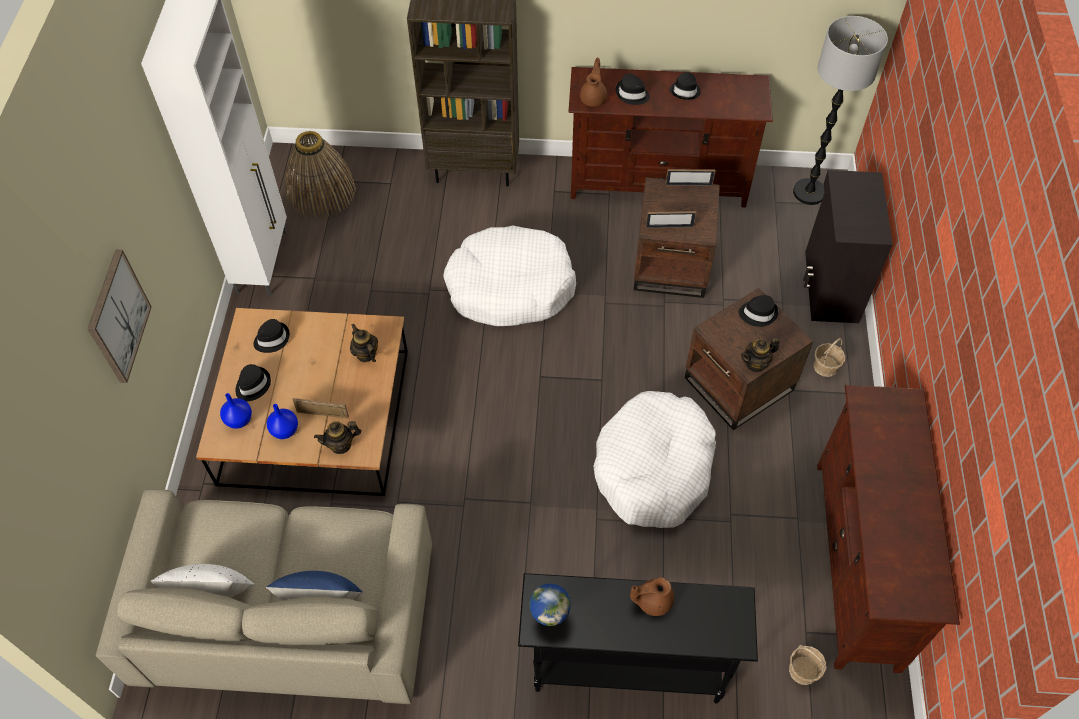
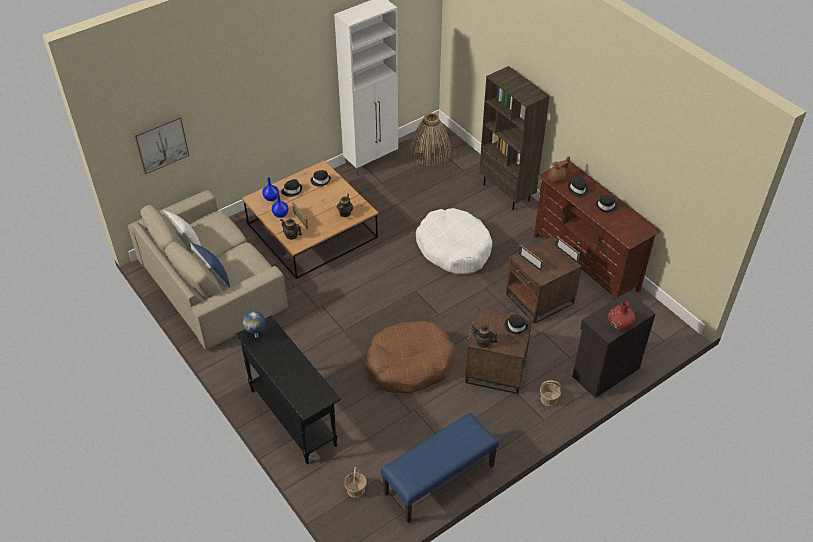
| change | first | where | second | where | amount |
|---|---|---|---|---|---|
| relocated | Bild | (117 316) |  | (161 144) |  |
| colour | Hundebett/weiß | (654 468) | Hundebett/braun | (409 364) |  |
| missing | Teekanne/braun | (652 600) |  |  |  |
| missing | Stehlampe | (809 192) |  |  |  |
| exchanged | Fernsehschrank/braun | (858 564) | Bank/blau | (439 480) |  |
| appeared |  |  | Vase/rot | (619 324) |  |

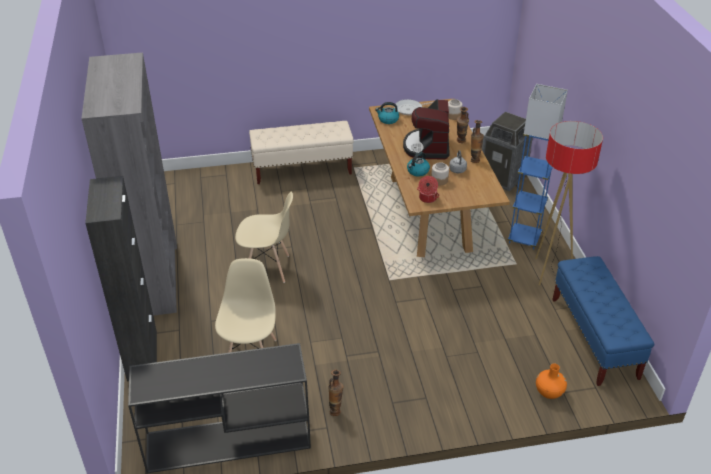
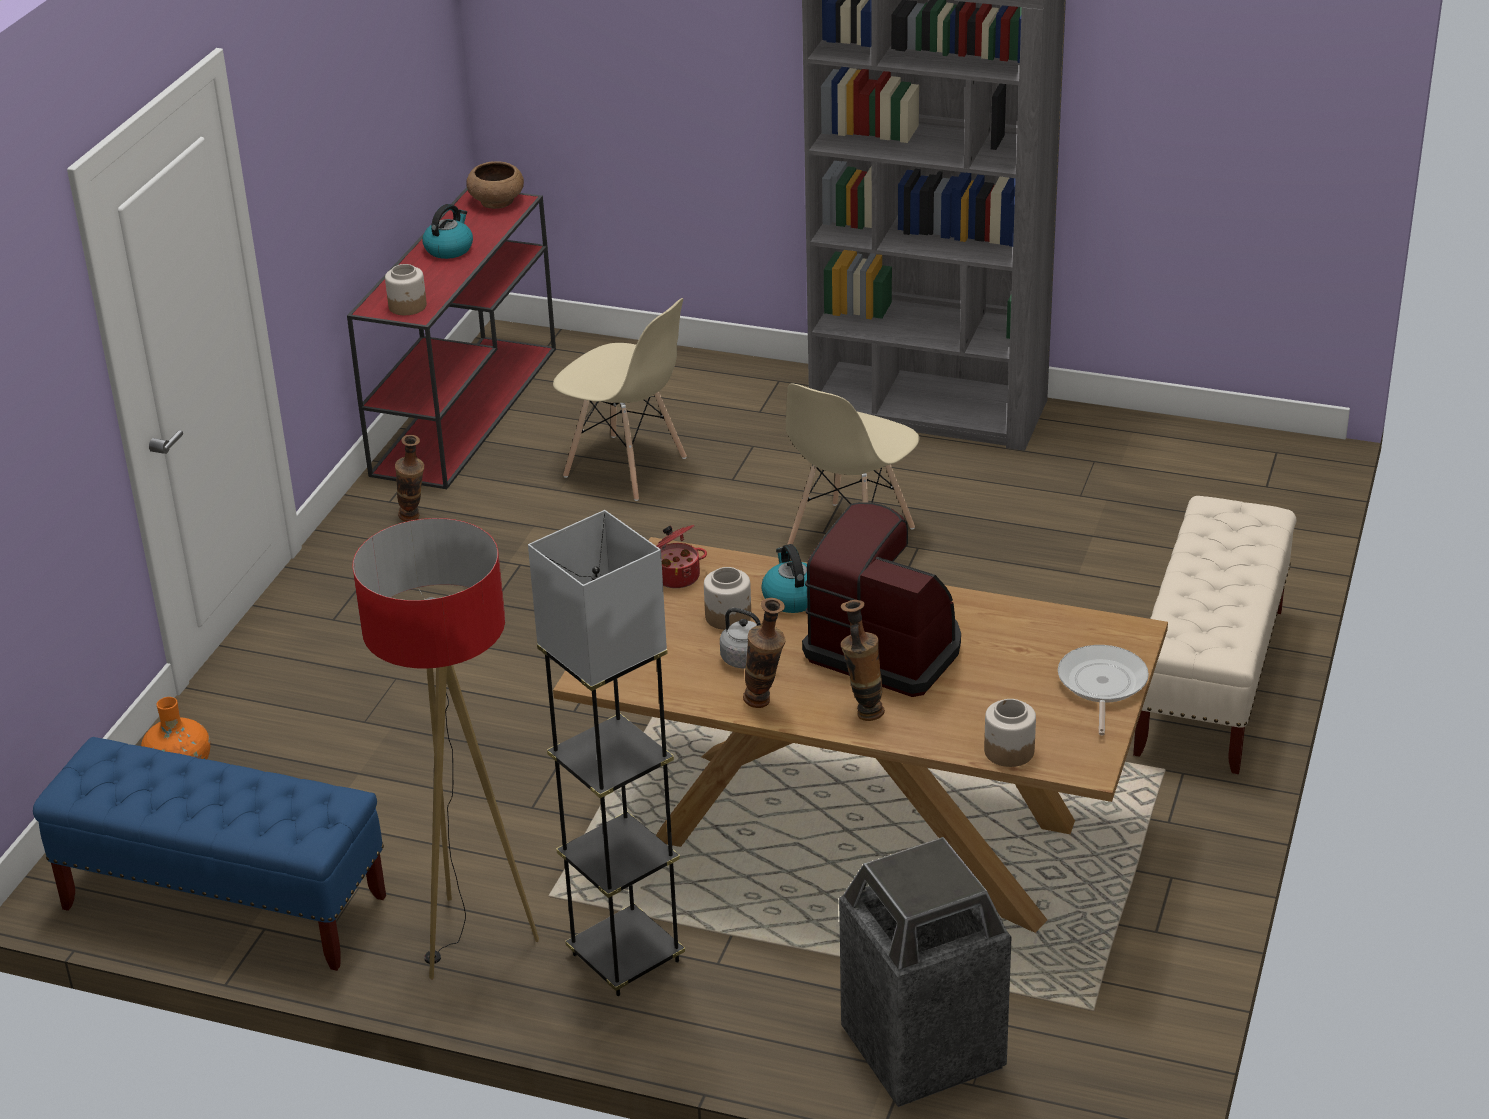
| change | first | where | second | where | amount |
|---|---|---|---|---|---|
| missing | Schrank/schwarz | (142 355) |  |  |  |
| colour | Konsolentisch/schwarz | (226 441) | Konsolentisch/rot | (466 409) |  |
| relocated | Wasserkessel | (388 120) |  | (449 249) |  |
| colour | Stehlampe/blau | (524 238) | Stehlampe/grau | (625 958) |  |
| appeared |  |  | Vorratsglas | (408 306) |  |
| appeared |  |  | Schüssel/braun | (497 201) |  |

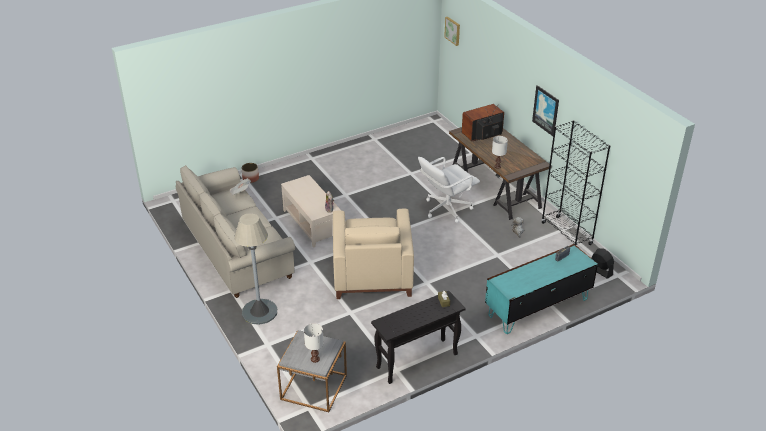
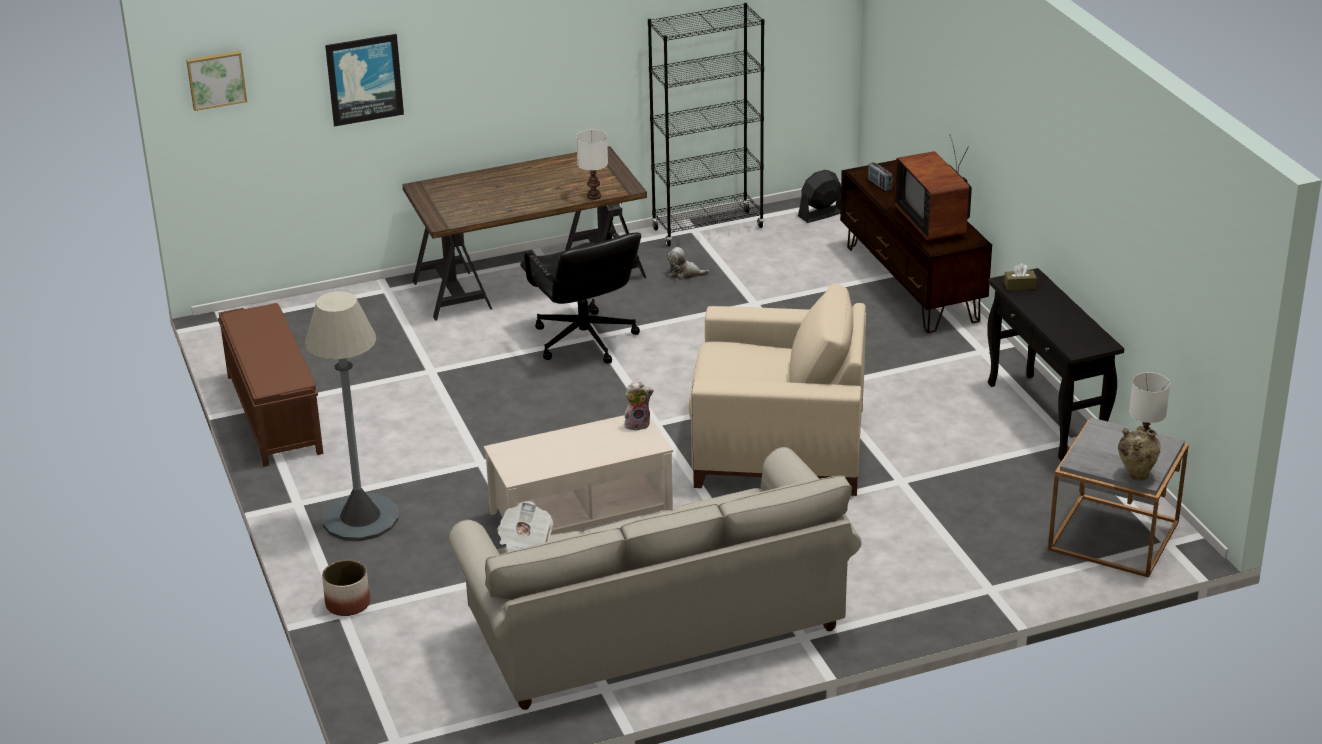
| change | first | where | second | where | amount |
|---|---|---|---|---|---|
| relocated | Stehlampe/grau | (259 312) |  | (360 518) |  |
| colour | Bürostuhl/weiß | (446 209) | Bürostuhl/schwarz | (584 341) |  |
| relocated | Fernseher | (483 136) |  | (935 222) |  |
| colour | Fernsehschrank/türkis | (537 307) | Fernsehschrank/braun | (910 284) |  |
| relocated | Bild | (546 110) |  | (364 79) |  |
| appeared |  |  | Bank/braun | (274 414) |  |
| appeared |  |  | Vase/beige | (1136 475) |  |

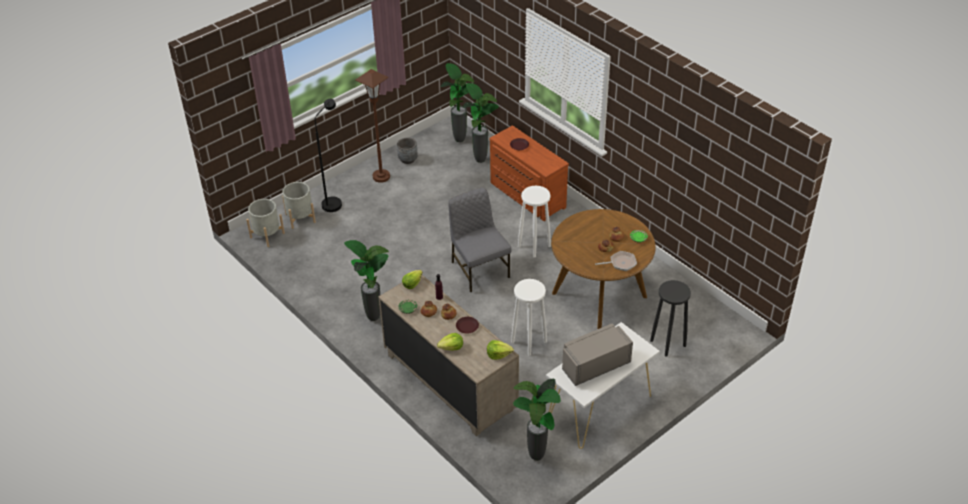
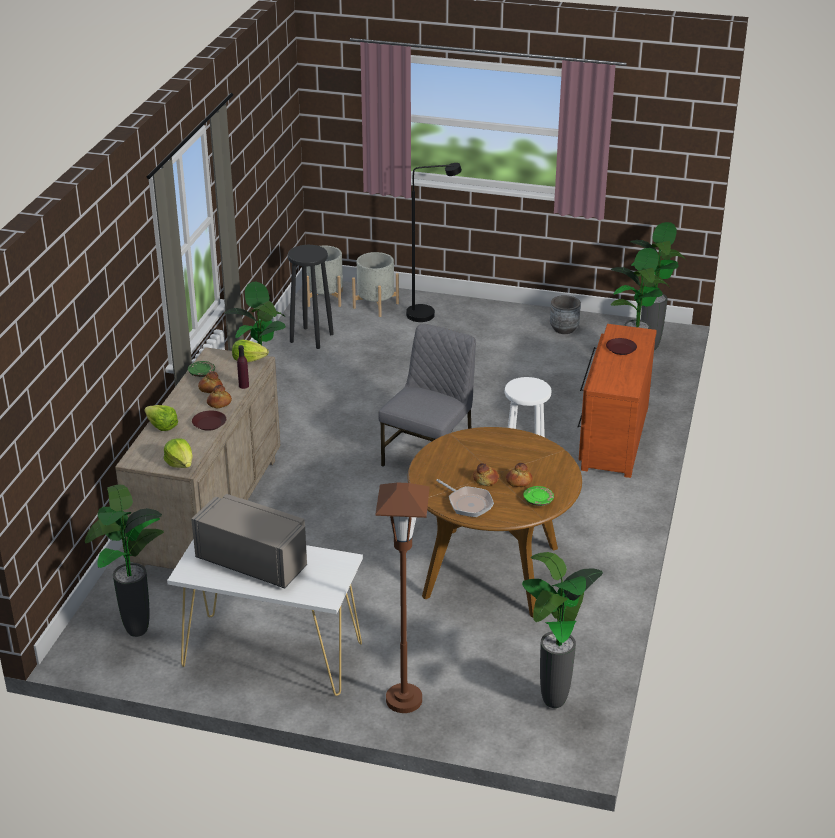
| change | first | where | second | where | amount |
|---|---|---|---|---|---|
| relocated | Stehlampe/braun | (381 176) |  | (404 700) |  |
| missing | Hocker/weiß | (528 341) |  |  |  |
| relocated | Hocker/schwarz | (667 343) |  | (311 338) |  |
| appeared |  |  | Topfpflanze | (553 705) |  |

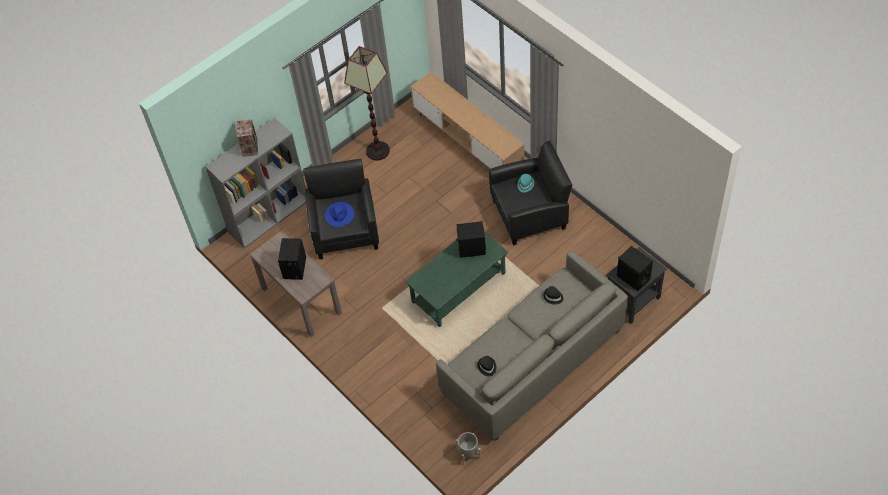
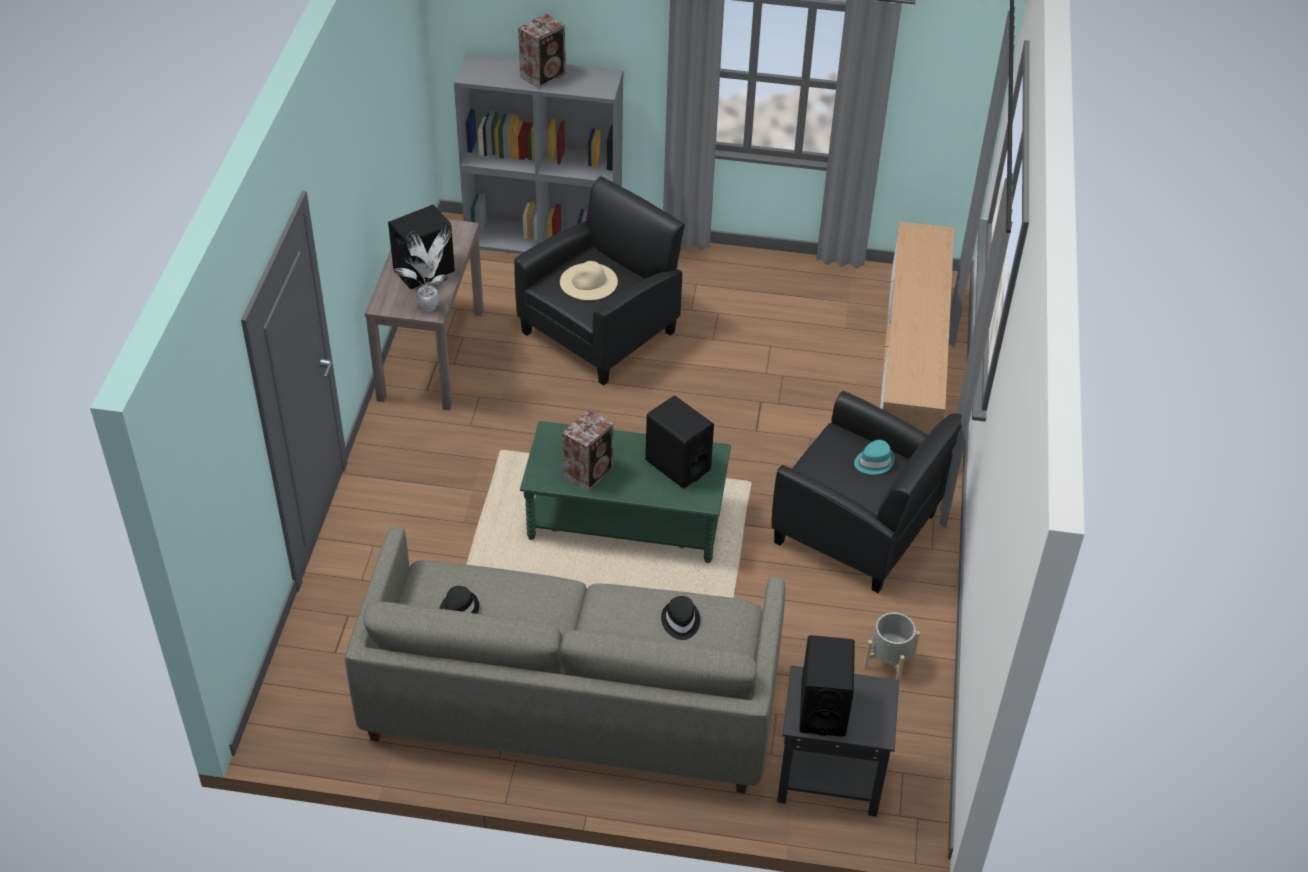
| change | first | where | second | where | amount |
|---|---|---|---|---|---|
| colour | Hut/blau | (339 214) | Hut/beige | (588 281) |  |
| missing | Stehlampe | (378 151) |  |  |  |
| relocated | Pflanzkübel/grau | (469 453) |  | (889 663) |  |
| appeared |  |  | Topfpflanze | (430 306) |  |
| appeared |  |  | Lautsprecher | (589 472) |  |

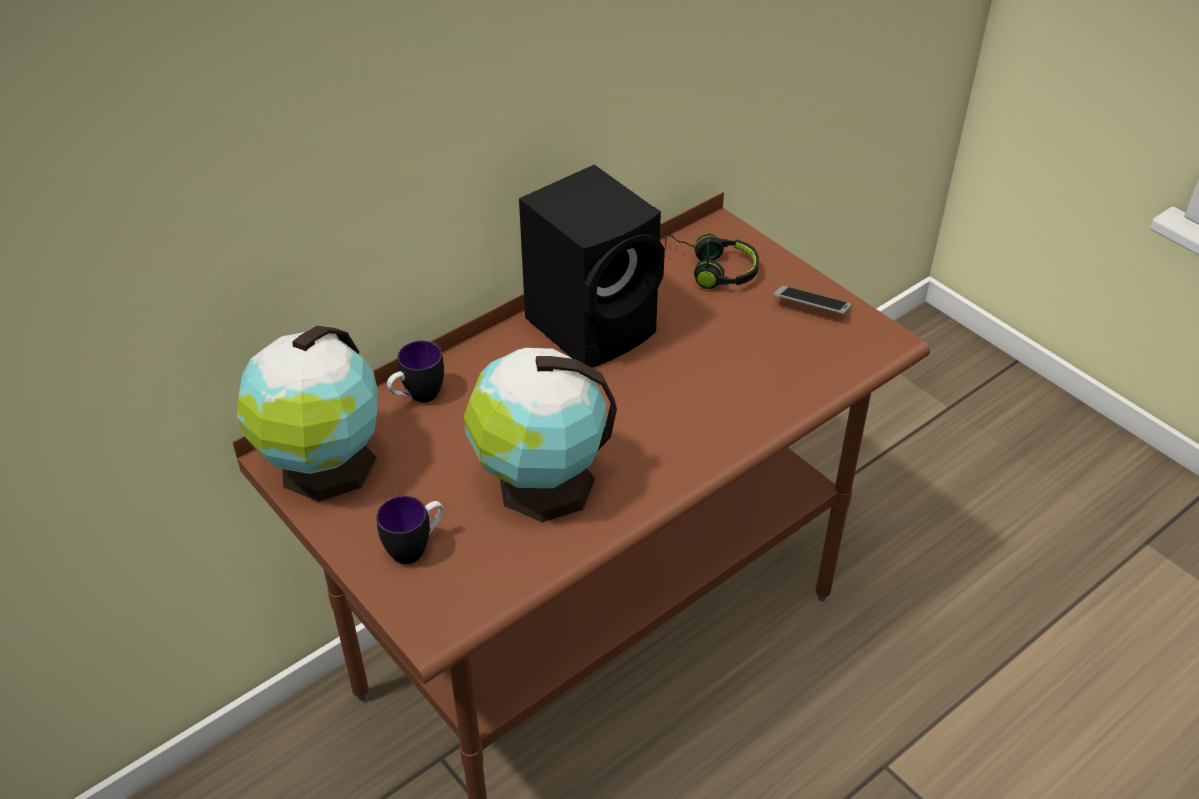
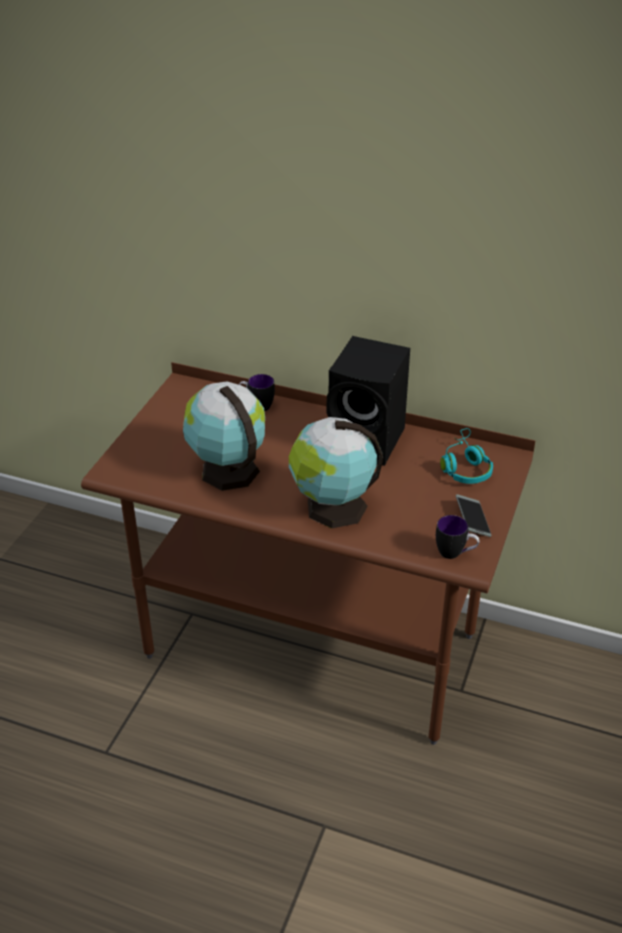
| change | first | where | second | where | amount |
|---|---|---|---|---|---|
| relocated | Globus | (324 469) |  | (332 508) |  |
| relocated | Henkelbecher | (416 547) |  | (455 554) |  |
| colour | Kopfhörer/schwarz | (710 269) | Kopfhörer/türkis | (464 467) |  |

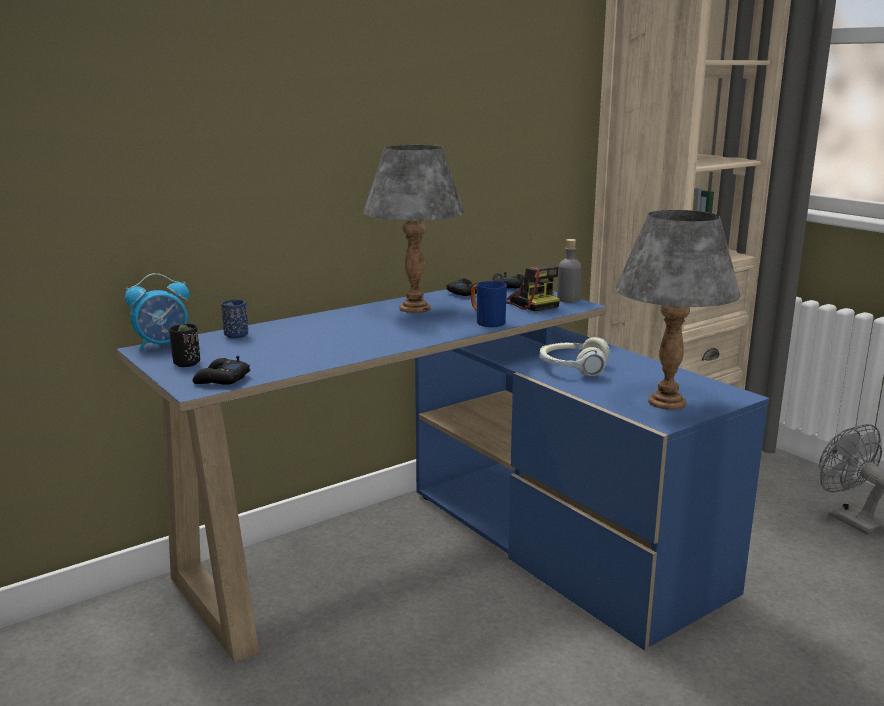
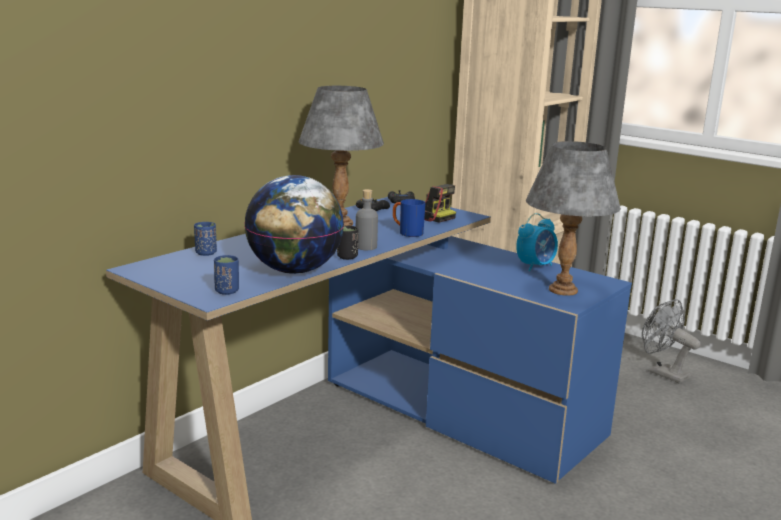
| change | first | where | second | where | amount |
|---|---|---|---|---|---|
| relocated | Wecker | (163 346) |  | (535 266) |  |
| relocated | Tasse/schwarz | (186 364) |  | (347 257) |  |
| exchanged | Gamepad/schwarz | (221 379) | Tasse/blau | (227 291) |  |
| missing | Kopfhörer | (572 368) |  |  |  |
| relocated | Flasche/grau | (568 299) |  | (366 247) |  |
| appeared |  |  | Globus | (294 271) |  |

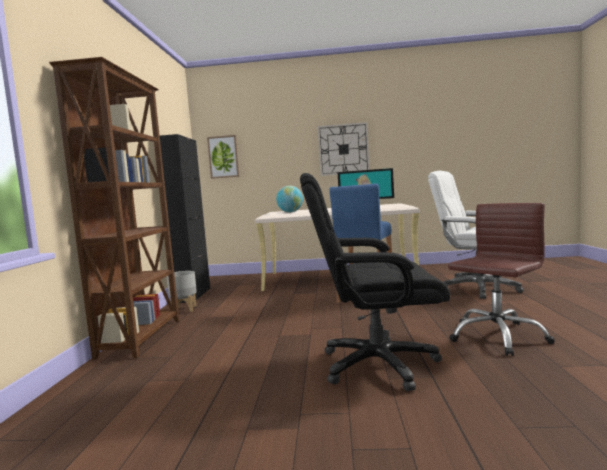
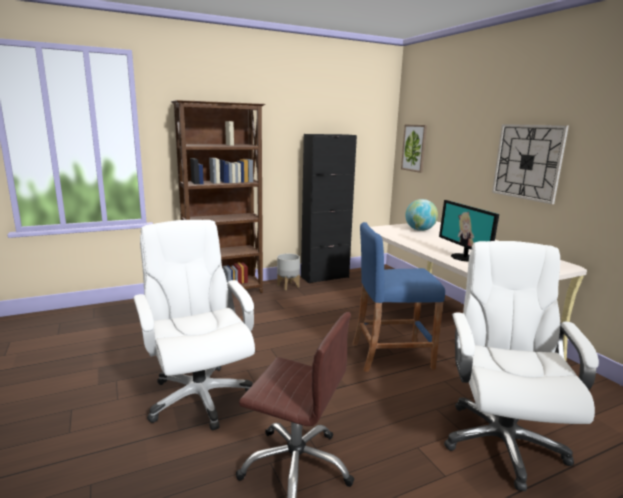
| change | first | where | second | where | amount |
|---|---|---|---|---|---|
| colour | Bürostuhl/schwarz | (376 364) | Bürostuhl/weiß | (199 396) |  |

